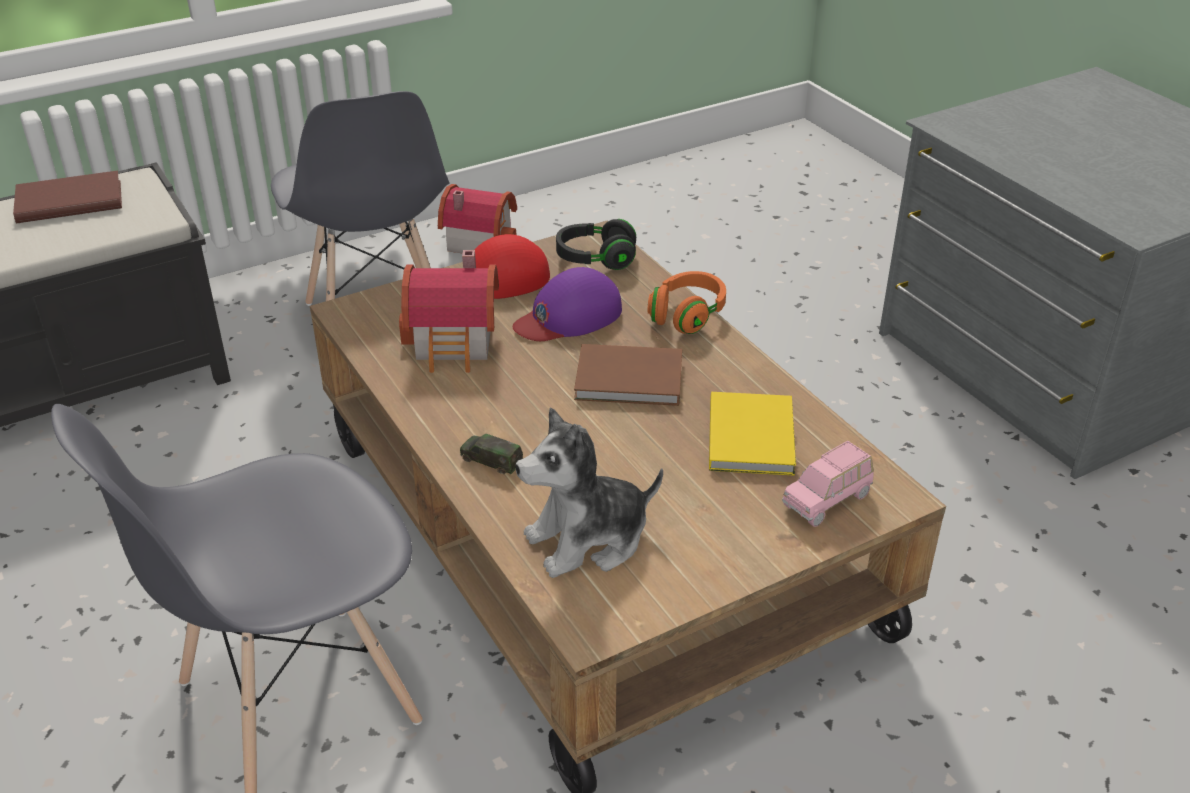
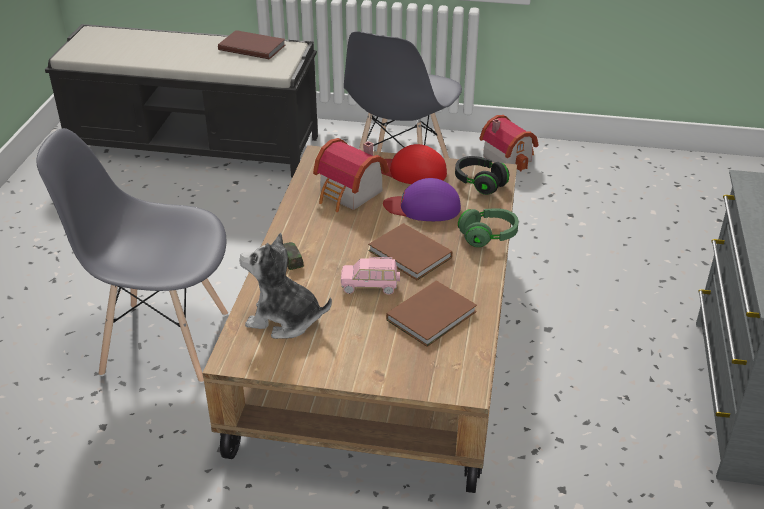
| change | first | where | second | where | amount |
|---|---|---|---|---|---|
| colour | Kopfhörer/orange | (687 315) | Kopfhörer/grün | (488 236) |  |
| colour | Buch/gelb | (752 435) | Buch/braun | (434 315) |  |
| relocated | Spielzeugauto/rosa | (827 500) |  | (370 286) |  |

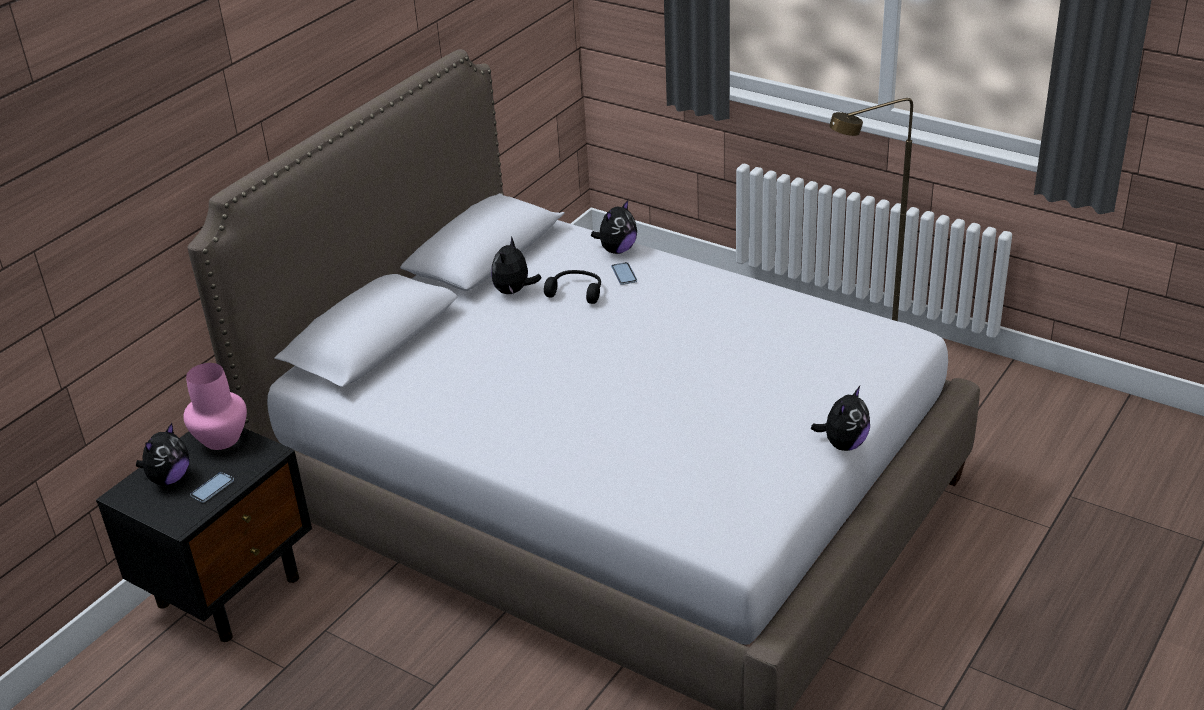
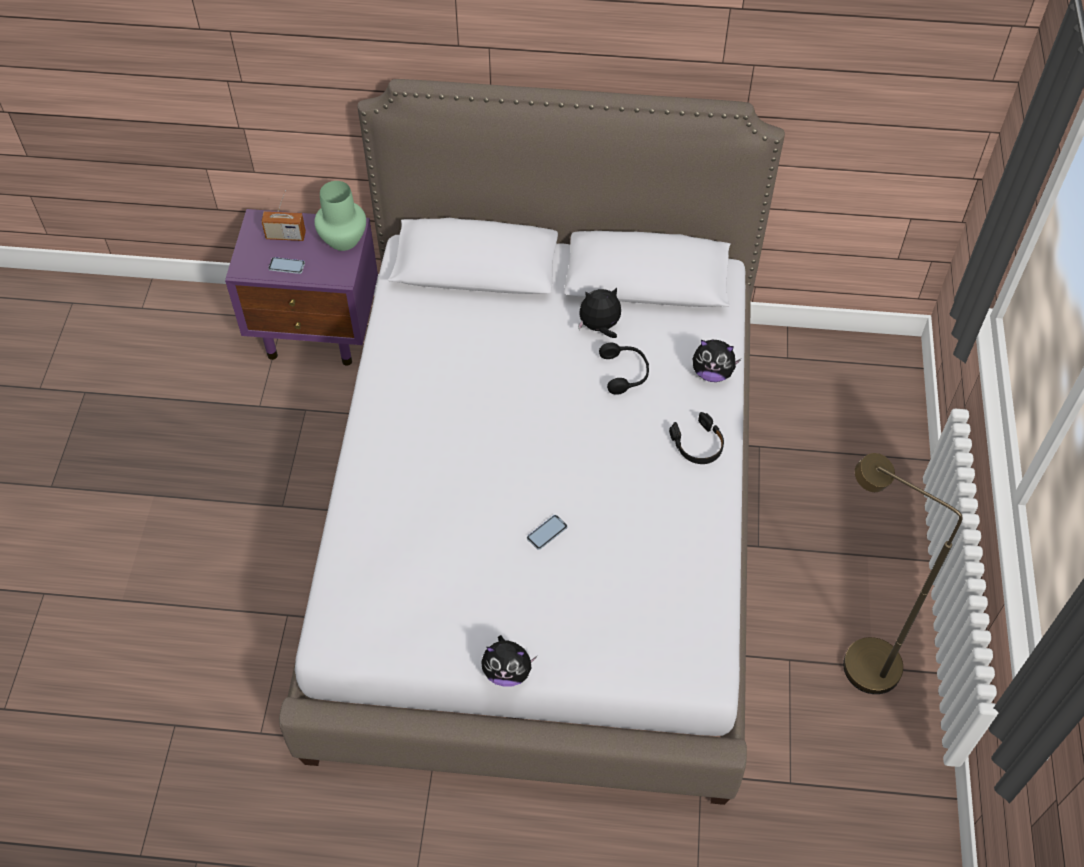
| change | first | where | second | where | amount |
|---|---|---|---|---|---|
| colour | Nachttisch/schwarz | (230 589) | Nachttisch/lila | (318 331) |  |
| exchanged | Plüschtier | (169 478) | Radio | (285 235) |  |
| colour | Vase/rosa | (222 439) | Vase/grün | (343 240) |  |
| relocated | Handy | (624 274) |  | (547 533) |  |
| appeared |  |  | Kopfhörer/schwarz | (698 444) |  |

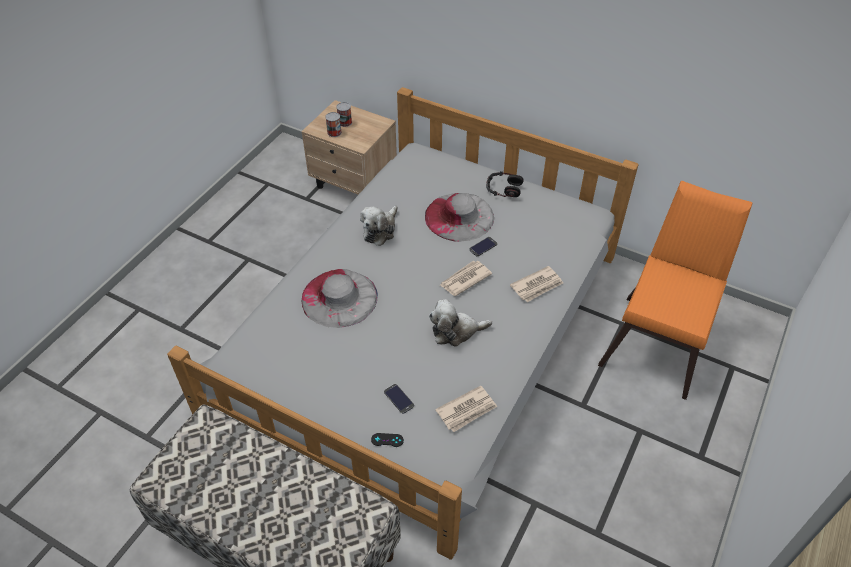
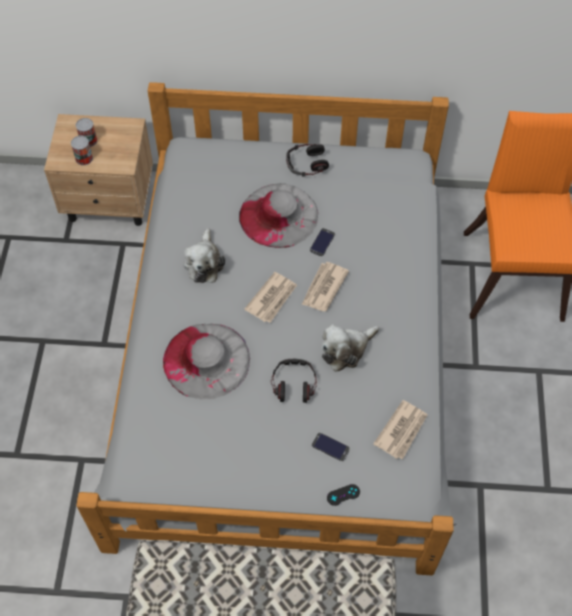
| change | first | where | second | where | amount |
|---|---|---|---|---|---|
| relocated | Zeitung | (537 286) |  | (272 299) |  |
| appeared |  |  | Kopfhörer | (293 383) |  |

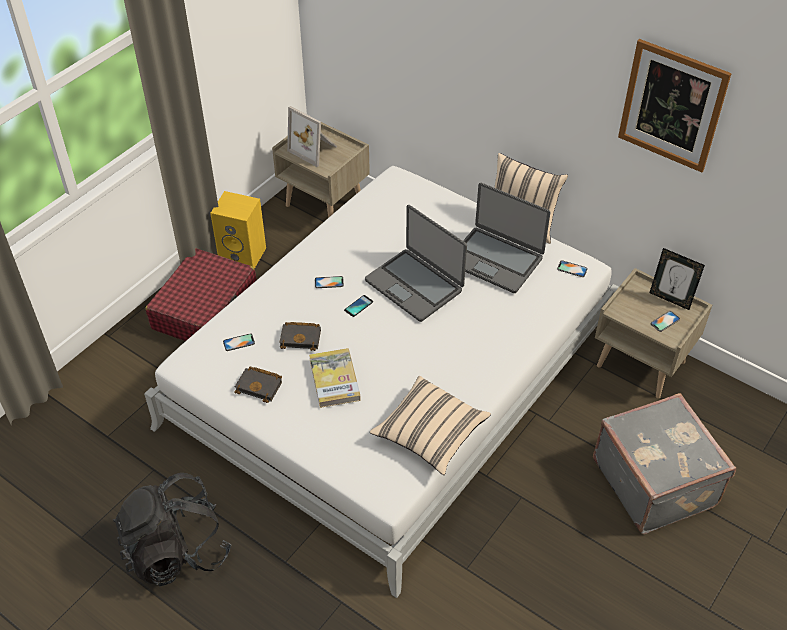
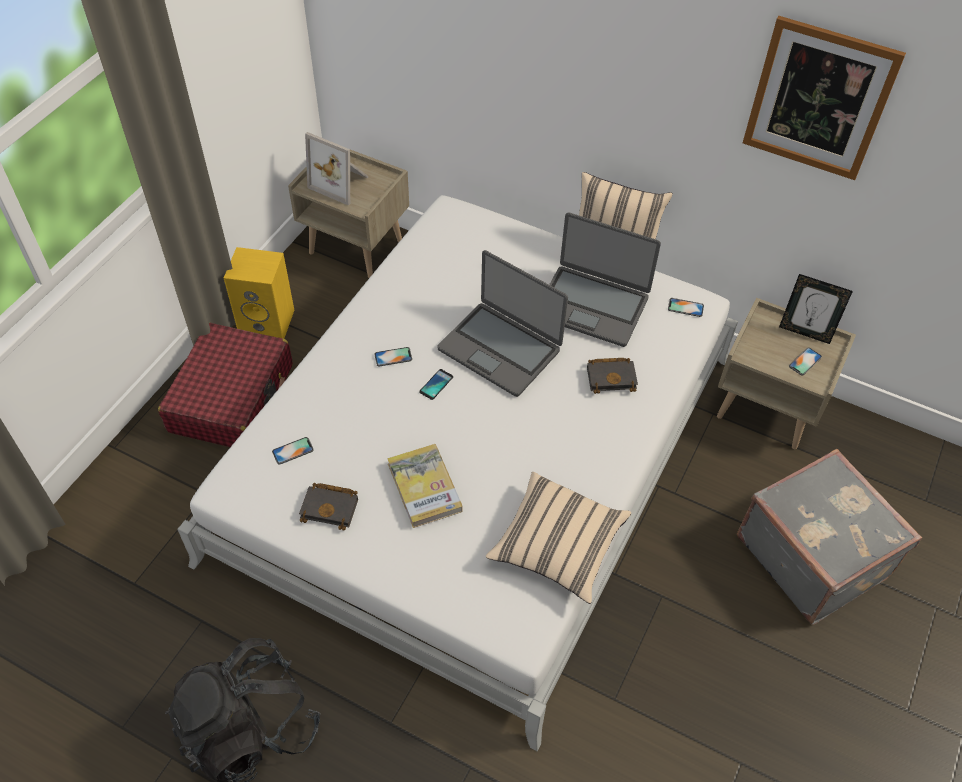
| change | first | where | second | where | amount |
|---|---|---|---|---|---|
| relocated | Buch/schwarz | (301 338) |  | (612 377) |  |

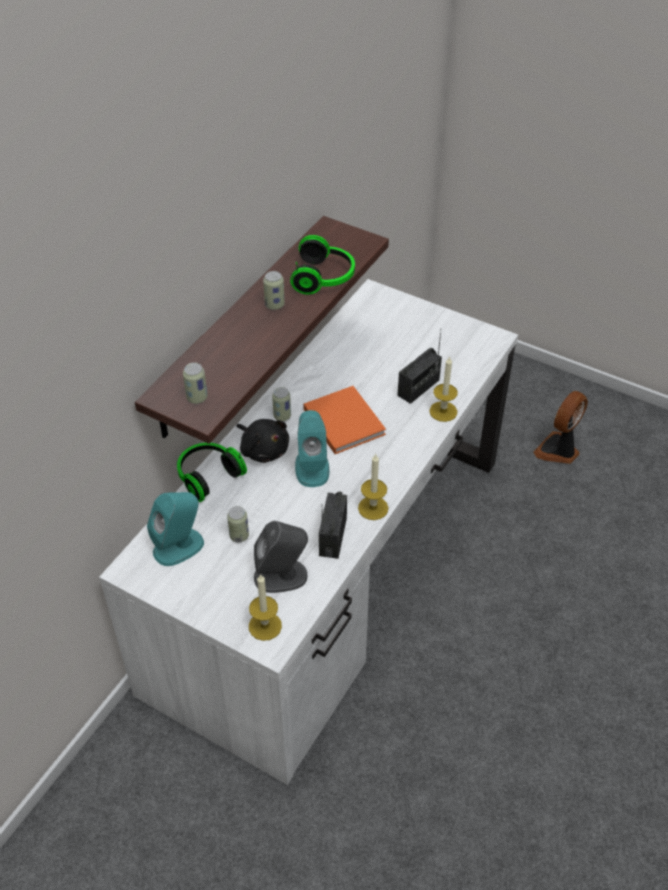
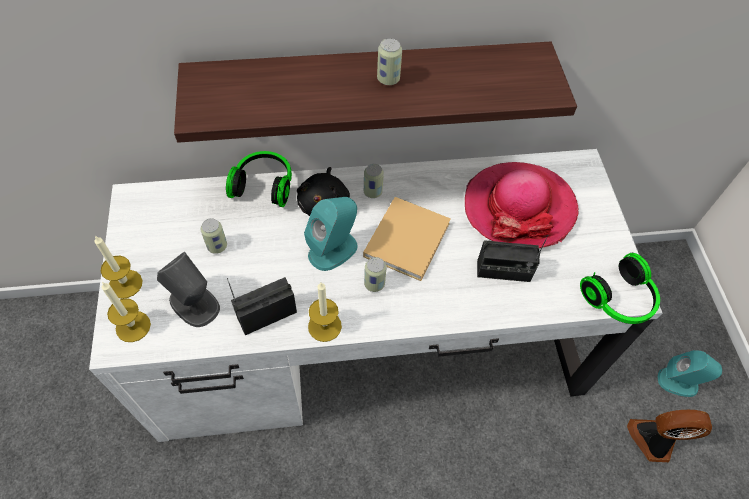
| change | first | where | second | where | amount |
|---|---|---|---|---|---|
| relocated | Lautsprecher/türkis | (179 546) |  | (678 382) |  |
| relocated | Dose | (197 398) |  | (374 284) |  |
| relocated | Kopfhörer | (324 278) |  | (619 300) |  |
| colour | Buch/orange | (343 420) | Buch/beige | (408 238) |  |
| relocated | Kerze | (443 411) |  | (125 284) |  |
| appeared |  |  | Hut | (519 207) |  |

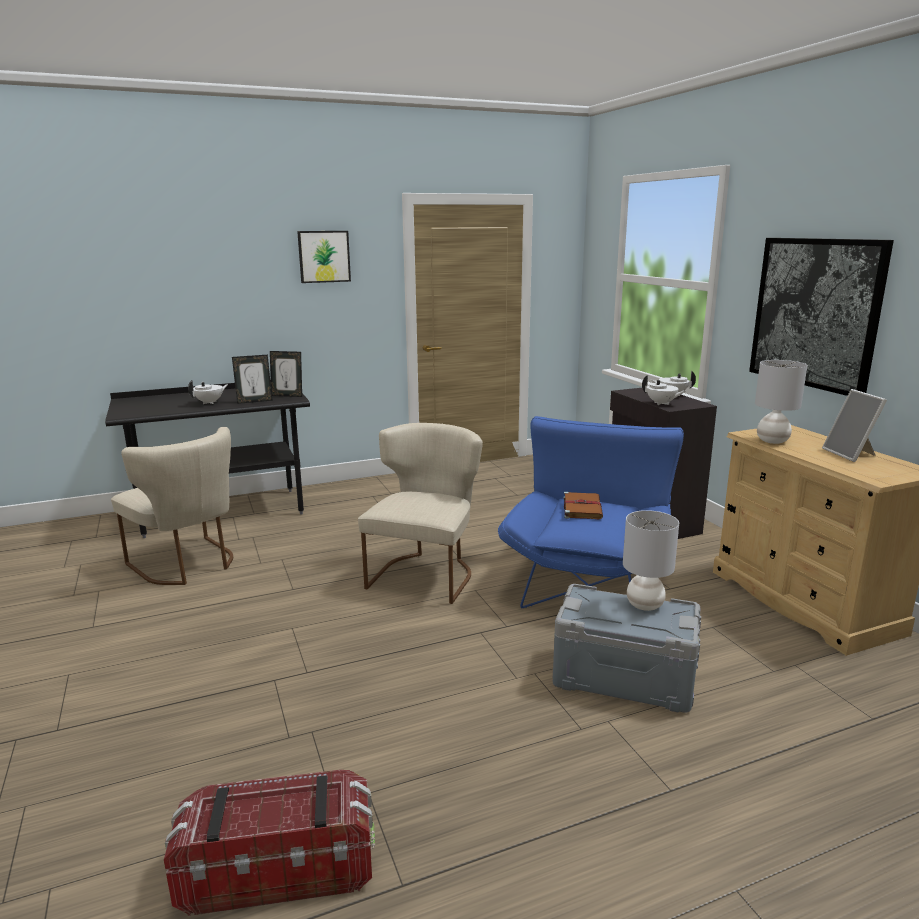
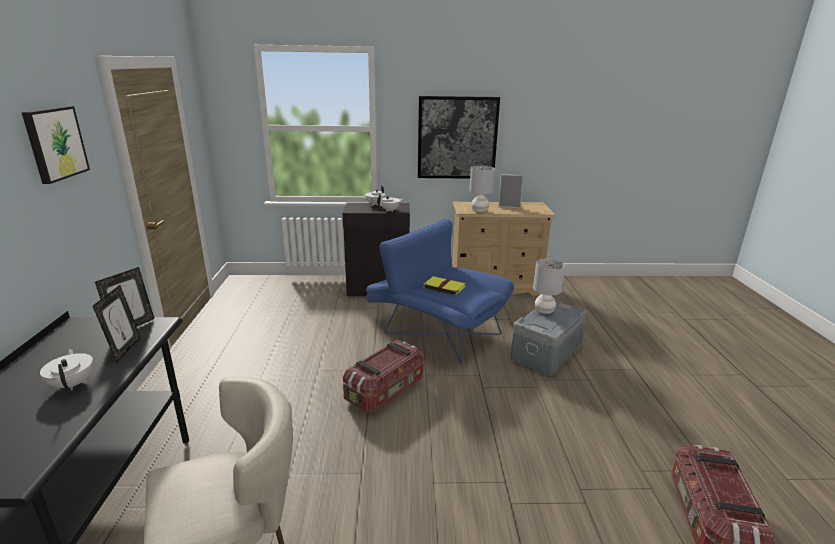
| change | first | where | second | where | amount |
|---|---|---|---|---|---|
| exchanged | Stuhl/beige | (426 573) | Aufbewahrungsbox | (386 391) |  |
| colour | Buch/braun | (582 507) | Buch/gelb | (443 287) |  |

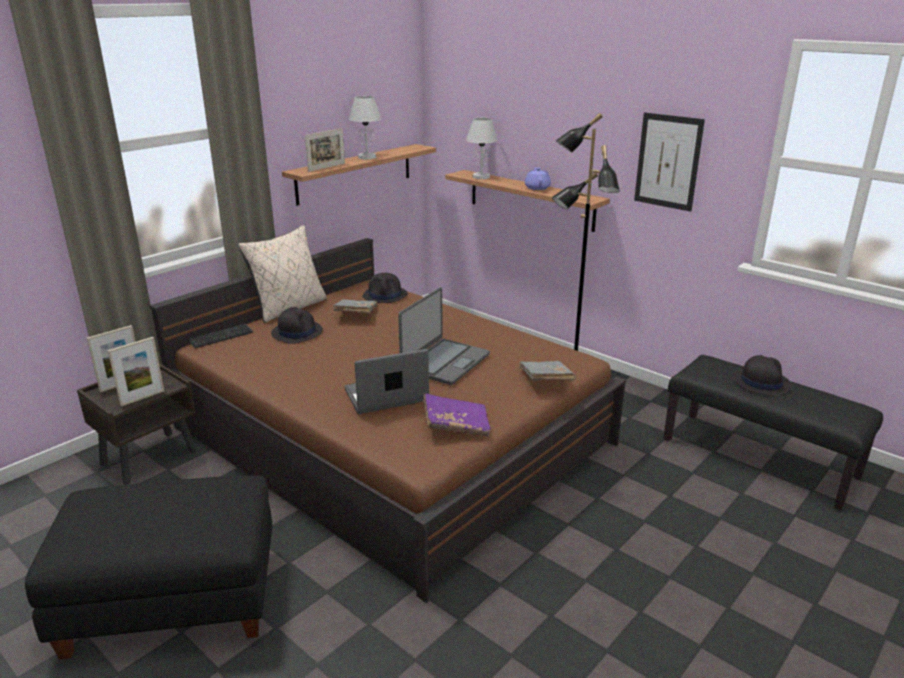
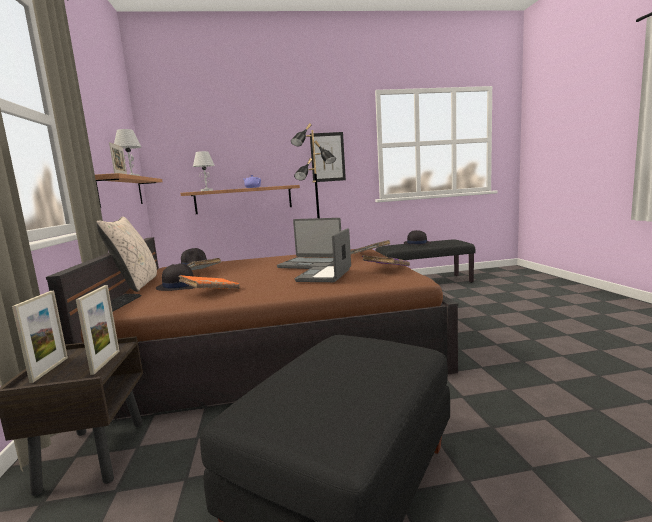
| change | first | where | second | where | amount |
|---|---|---|---|---|---|
| spun | Laptop | (444 362) |  | (311 264) | 135 degrees clockwise |
| appeared |  |  | Buch/orange | (210 292) |  |

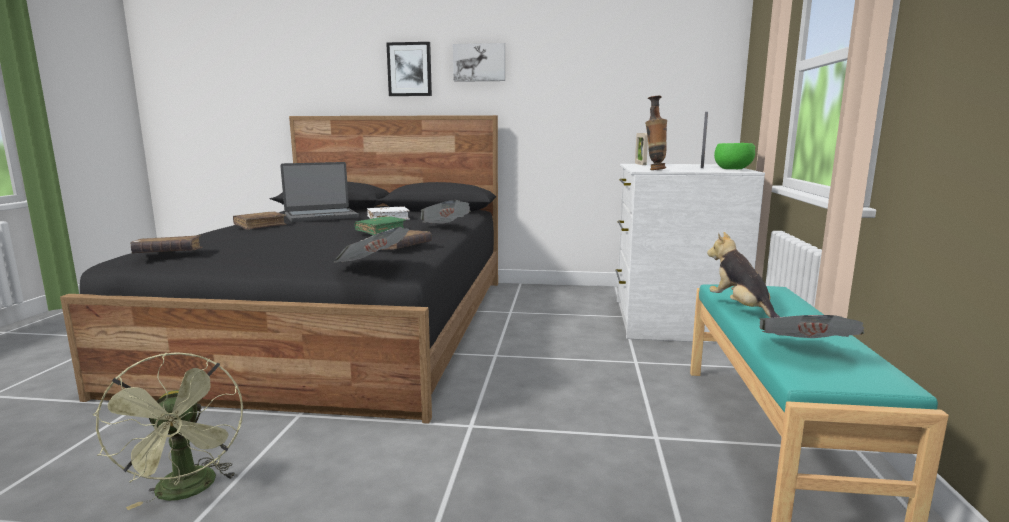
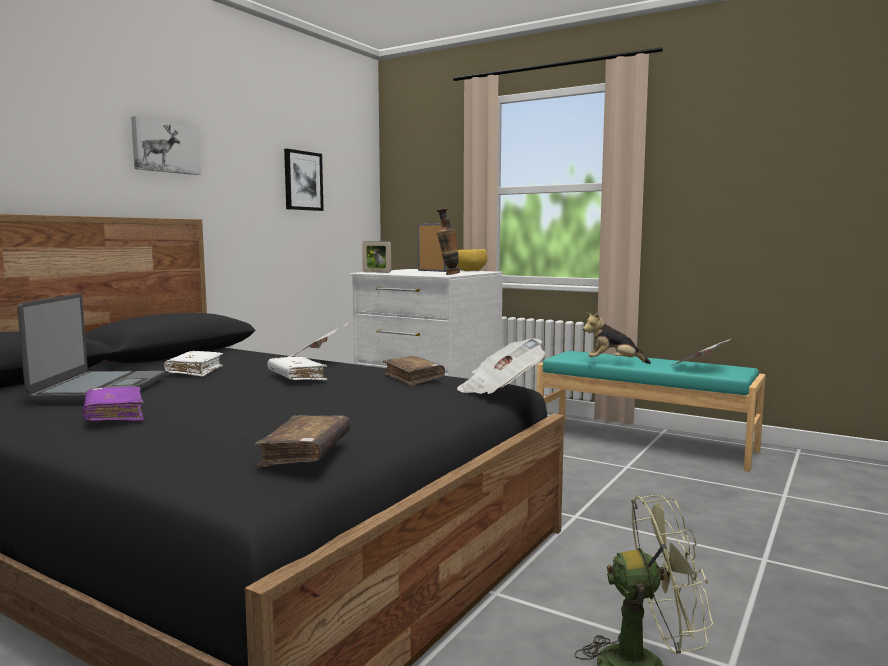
| change | first | where | second | where | amount |
|---|---|---|---|---|---|
| colour | Buch/braun | (260 226) | Buch/lila | (114 415) |  |
| colour | Buch/grün | (381 231) | Buch/weiß | (297 377) |  |
| relocated | Bild | (409 69) |  | (303 181) |  |
| colour | Schüssel/grün | (732 169) | Schüssel/gelb | (471 271) |  |

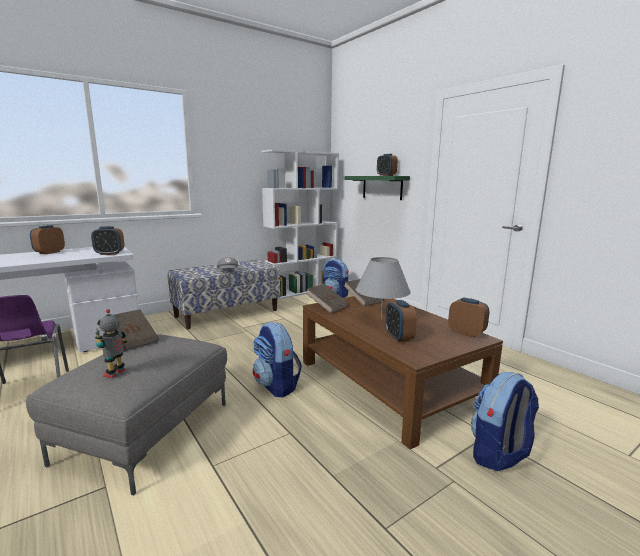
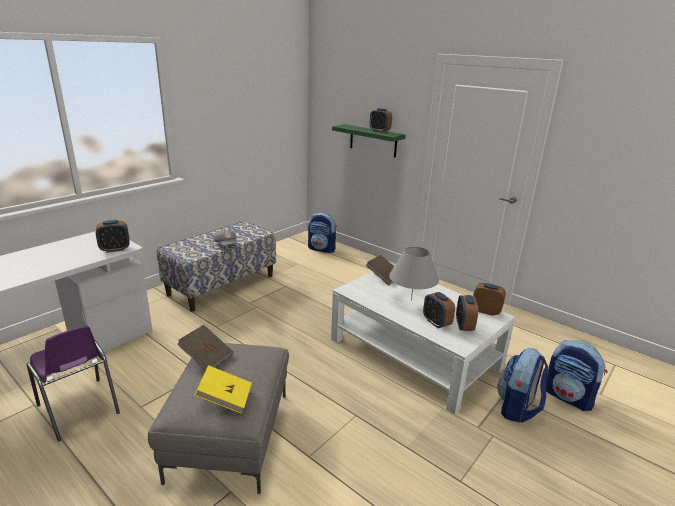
| change | first | where | second | where | amount |
|---|---|---|---|---|---|
| relocated | Wecker | (49 252) |  | (464 326) |  |
| exchanged | Spielzeugroboter | (115 373) | Buch/gelb | (225 398) |  |
| relocated | Rucksack | (276 386) |  | (568 397) |  |
| missing | Bücherregal/weiß | (301 291) |  |  |  |
| colour | Couchtisch/braun | (388 384) | Couchtisch/weiß | (415 353) |  |
| missing | Buch/braun | (327 306) |  |  |  |

